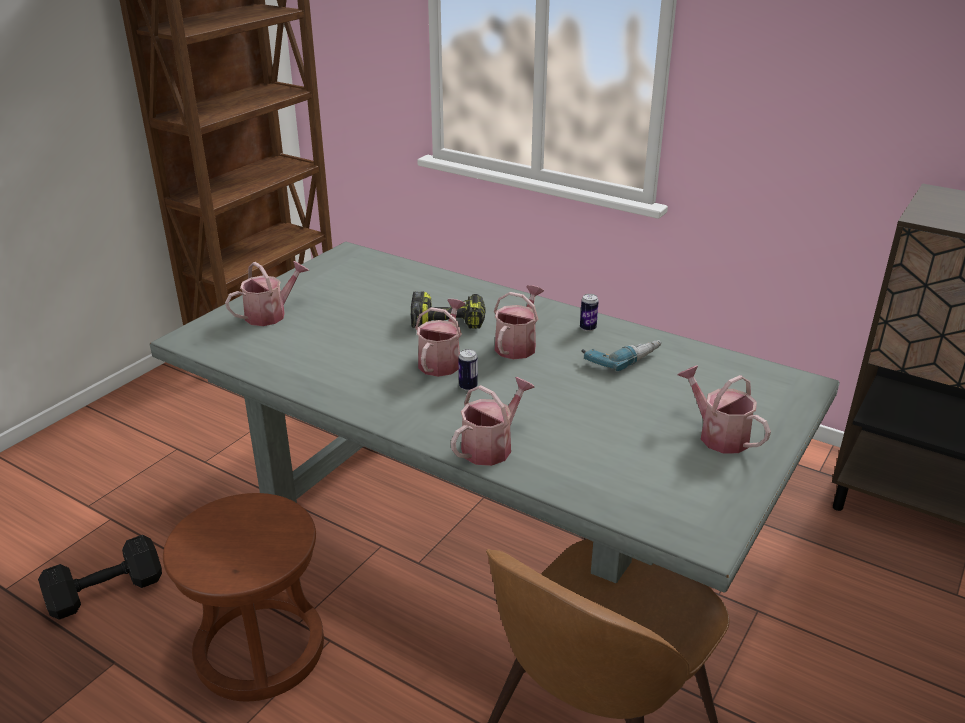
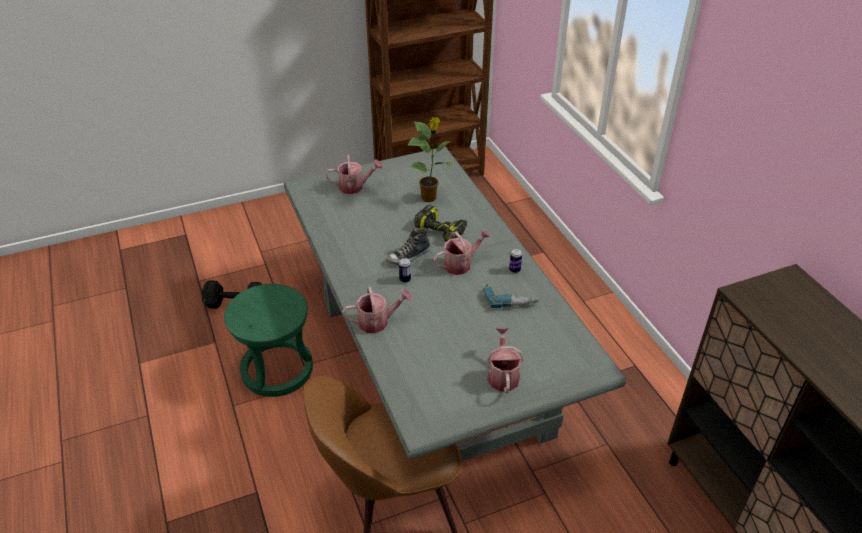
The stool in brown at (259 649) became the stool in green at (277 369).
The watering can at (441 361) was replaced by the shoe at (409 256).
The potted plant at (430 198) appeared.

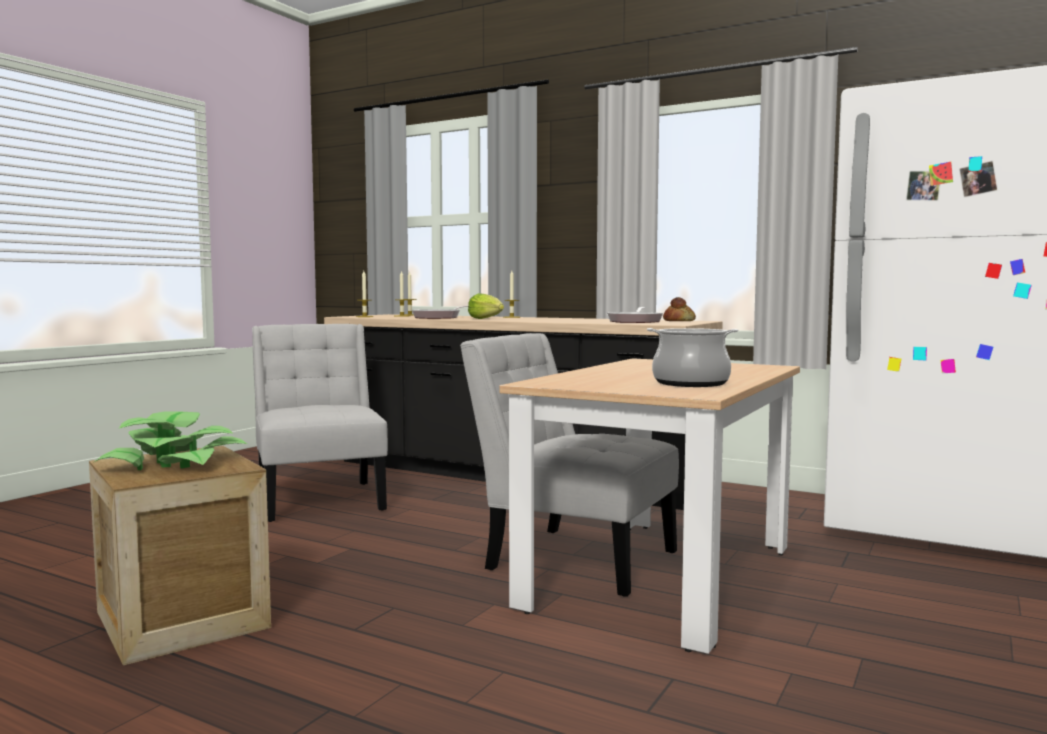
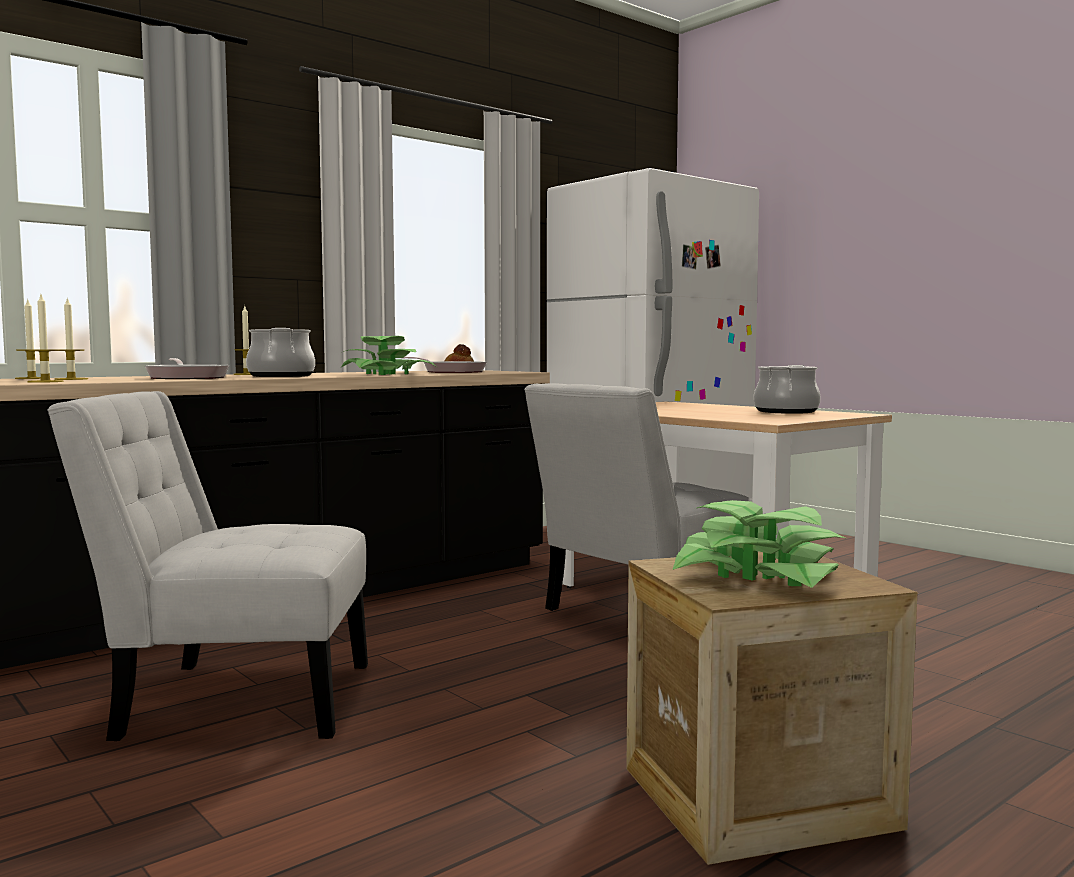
The lettuce at (486 319) was replaced by the cooking pot at (281 376).
The potted plant at (387 374) appeared.

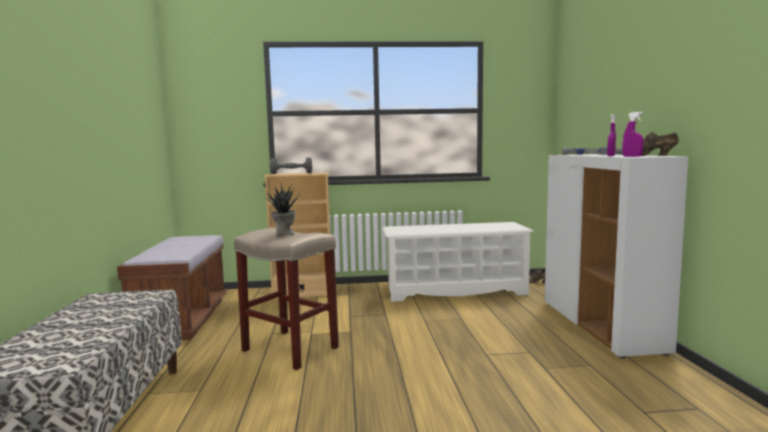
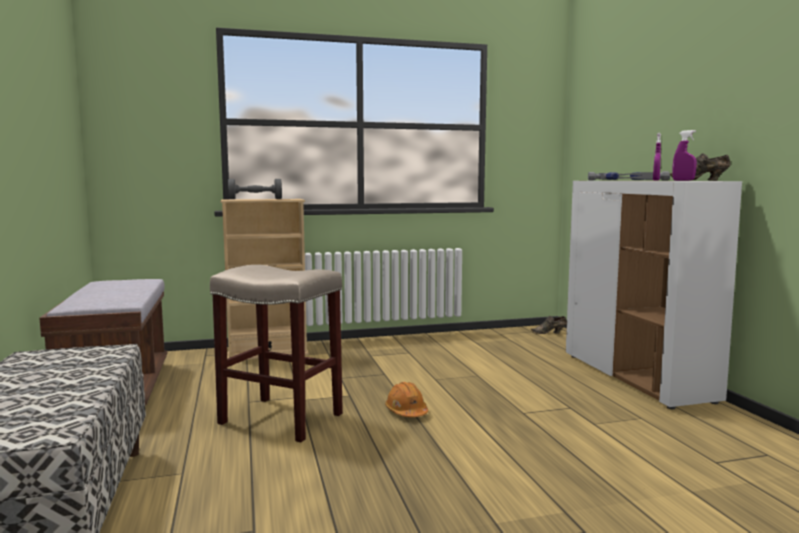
The hard hat in orange at (406 412) appeared.
The potted plant at (284 234) disappeared.
The shoe rack in white at (455 291) disappeared.

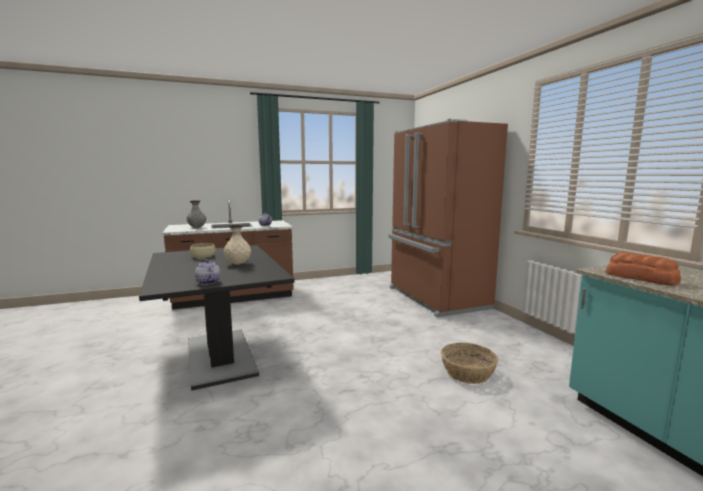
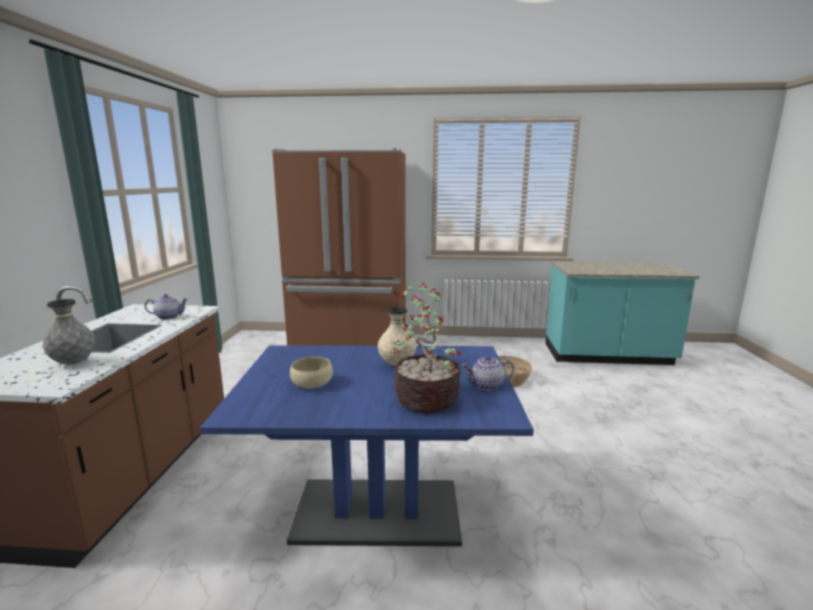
The dining table in black at (220 357) became the dining table in blue at (377 512).
The potted plant at (425 398) appeared.
The bread at (641 278) disappeared.

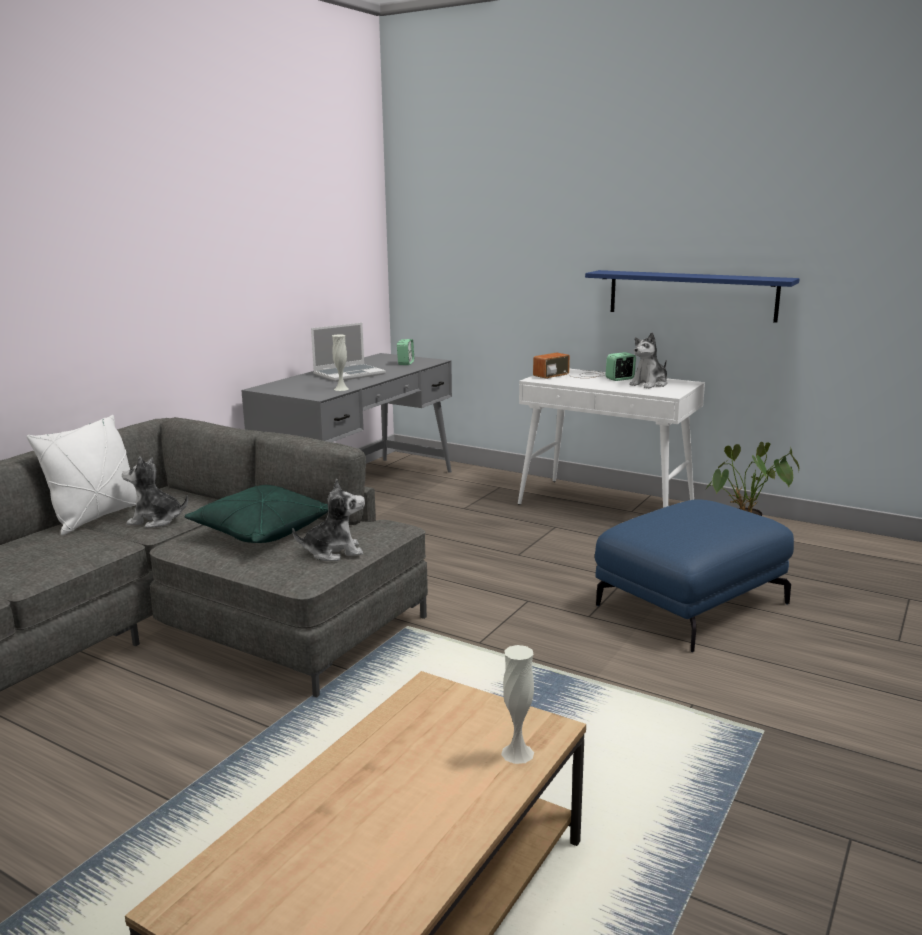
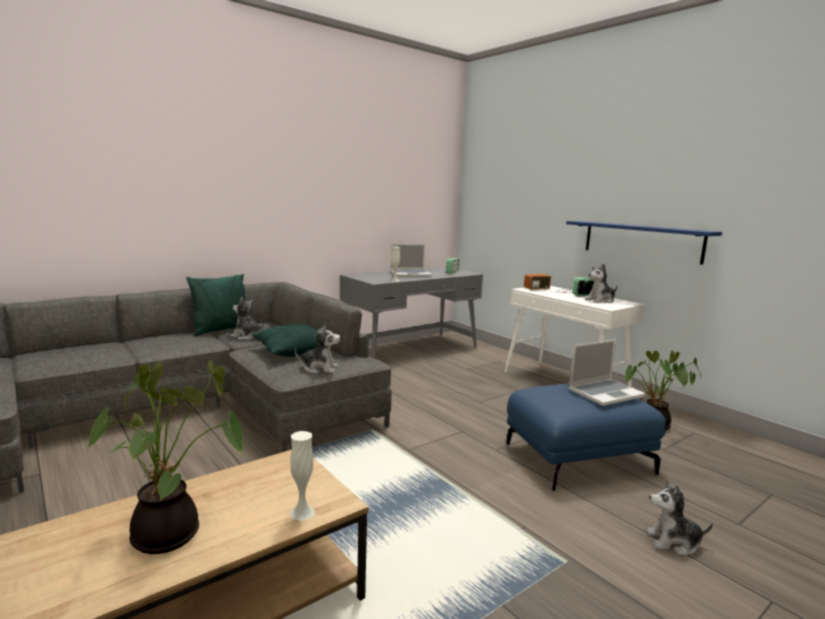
The potted plant at (172 536) appeared.
The pillow in white at (97 517) became the pillow in green at (221 330).
The laptop at (605 393) appeared.
The plush toy at (673 542) appeared.

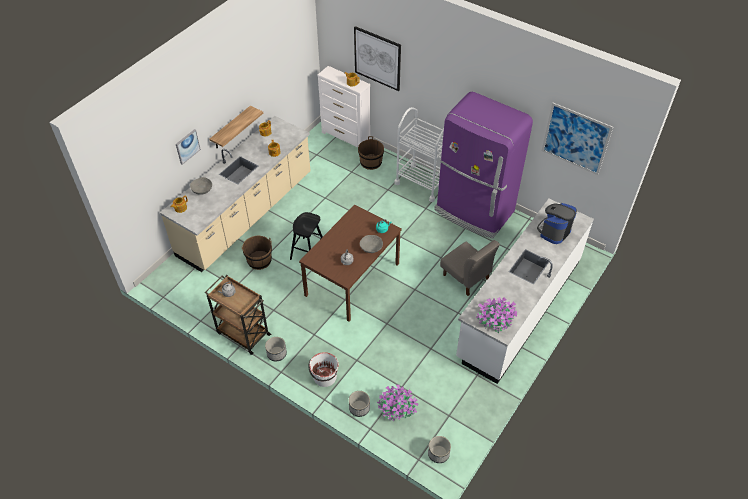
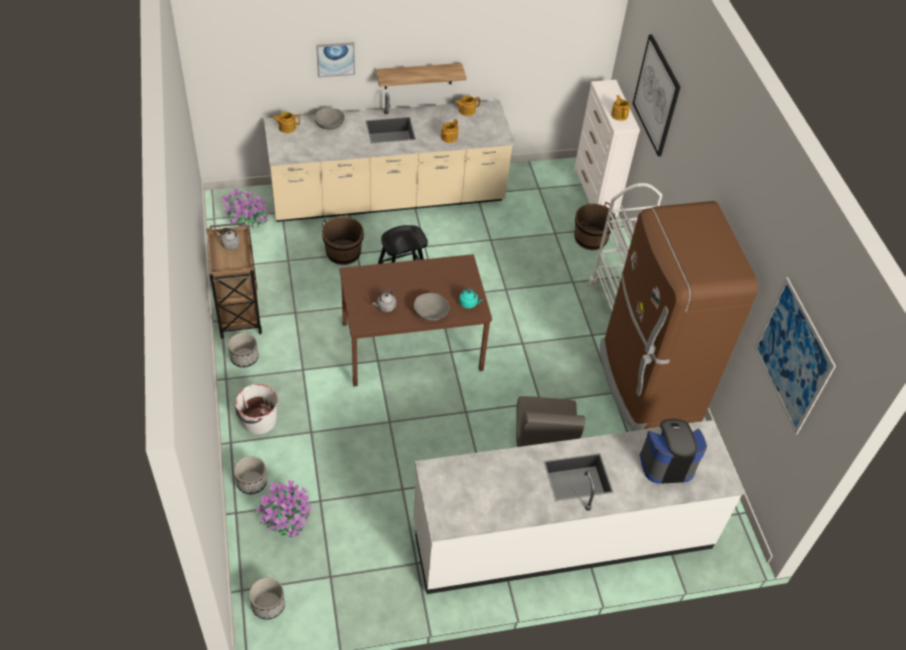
The potted plant moved from (495 321) to (246 220).
The fridge in purple at (474 212) became the fridge in brown at (647 383).

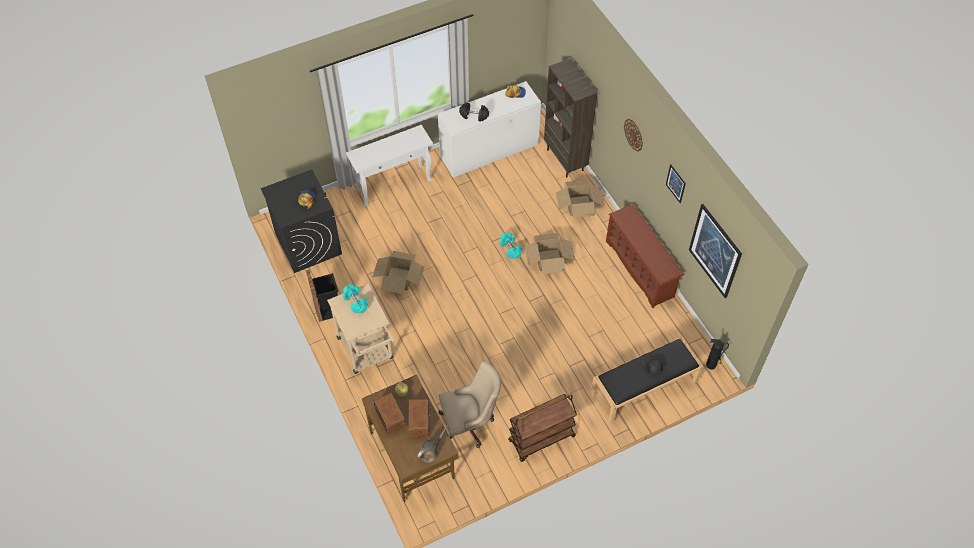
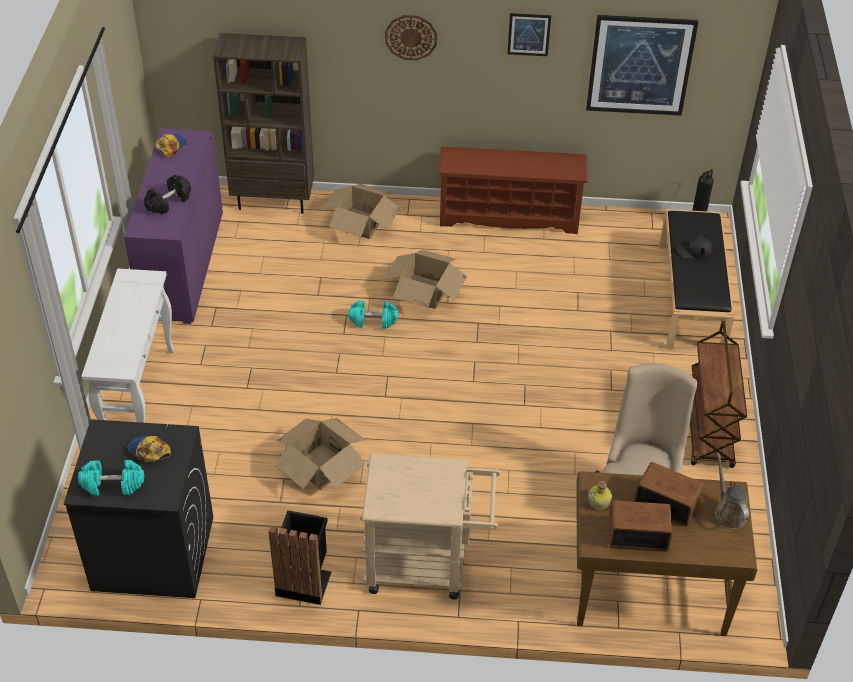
The dumbbell in turquoise moved from (355 302) to (113 485).
The cabinet in white at (489 151) became the cabinet in purple at (183 265).

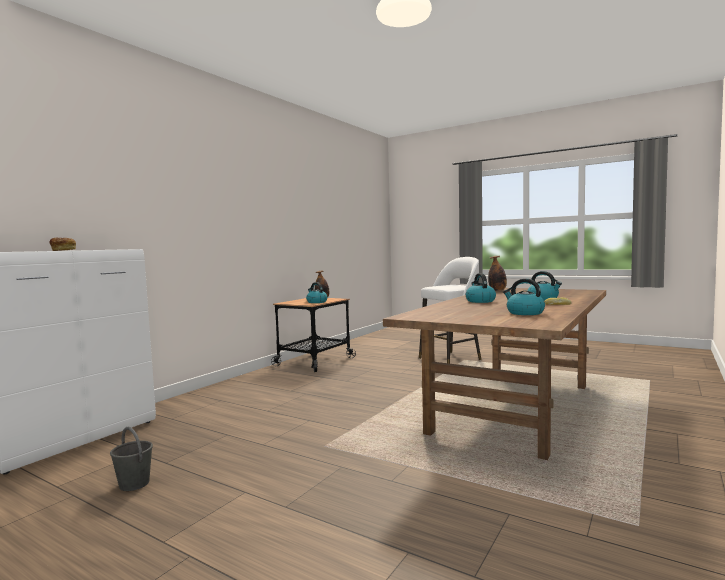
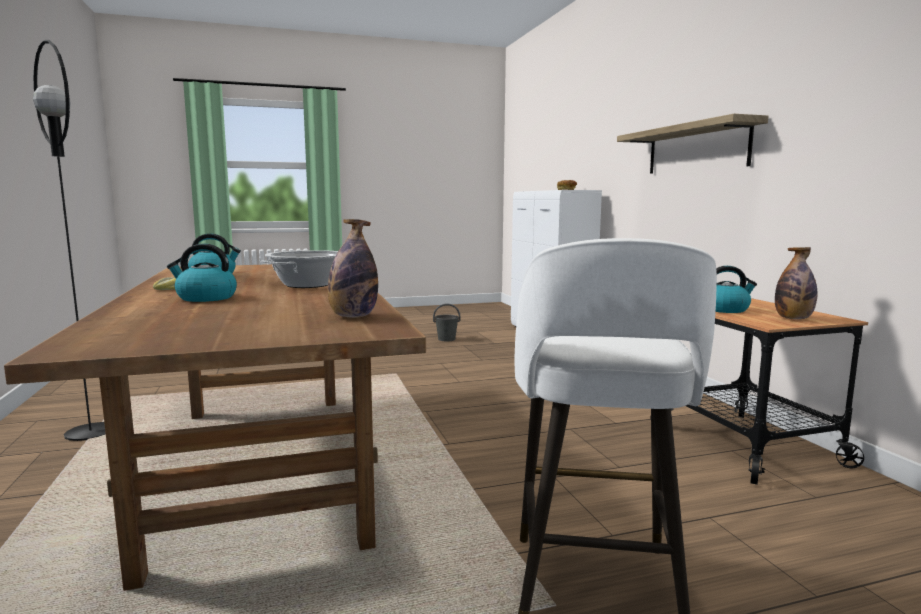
The floor lamp in black at (90 431) appeared.
The kettle at (480 301) was replaced by the cooking pot at (308 285).
The shelf at (696 149) appeared.

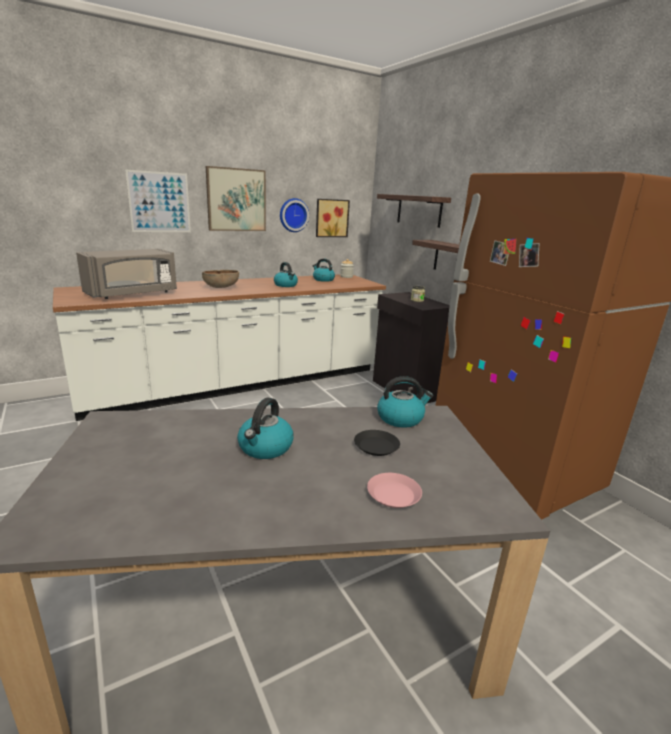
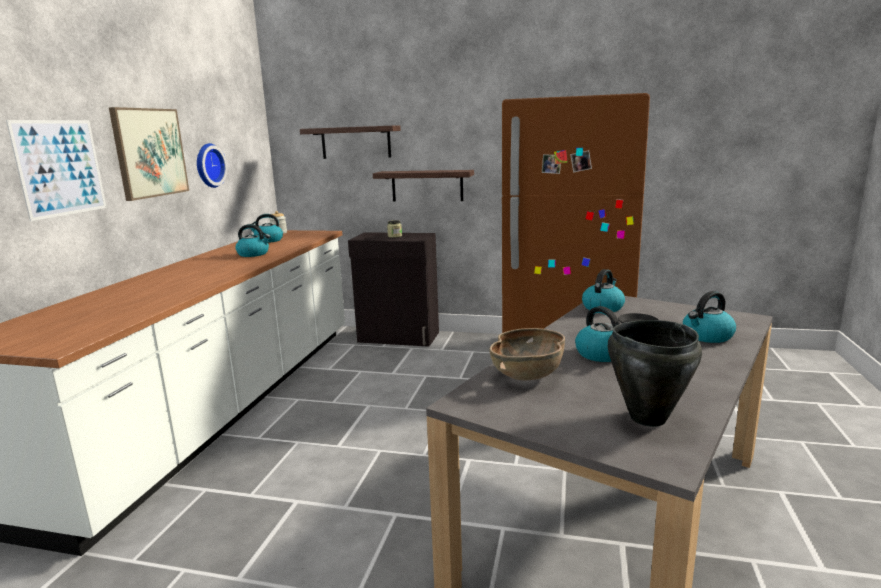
The bowl in brown moved from (221 287) to (528 374).
The cooking pot in black at (647 418) appeared.
The plate in pink at (394 494) was replaced by the kettle at (707 336).
The microwave in grey at (132 294) disappeared.
The picture at (331 218) disappeared.

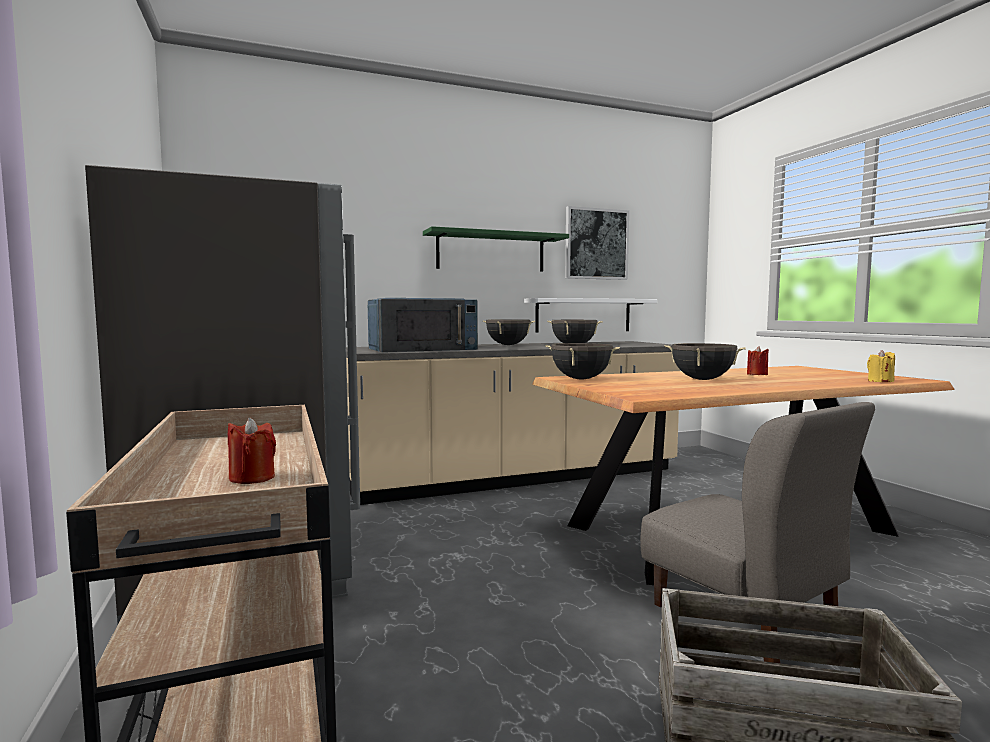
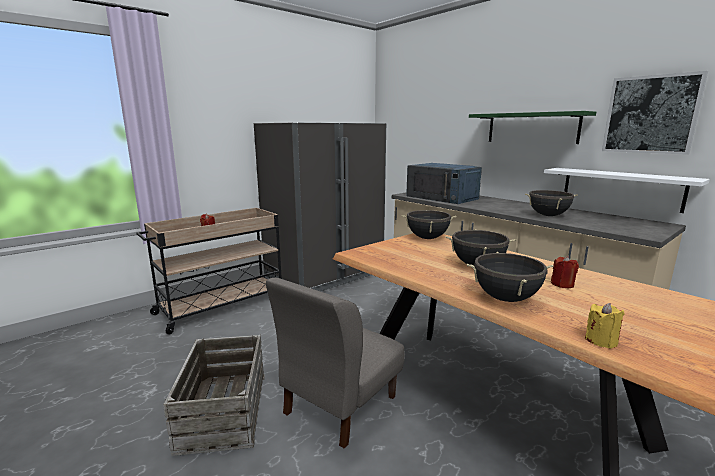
The cooking pot in black moved from (508 345) to (506 298).

